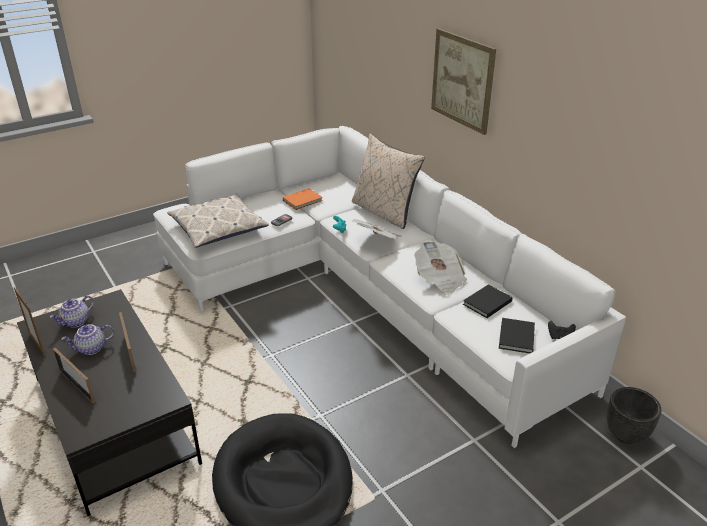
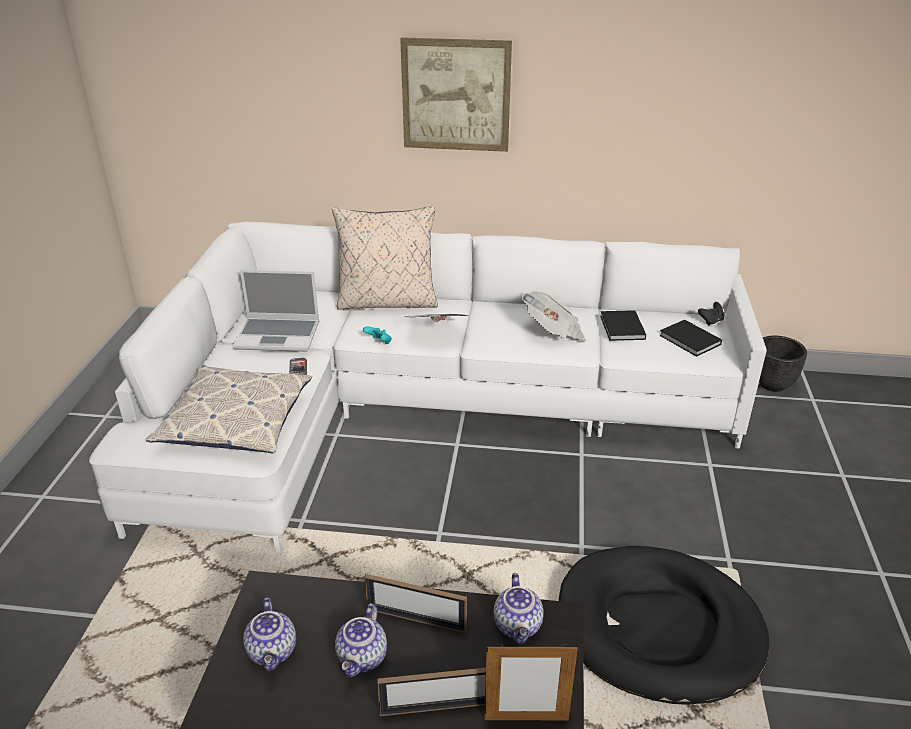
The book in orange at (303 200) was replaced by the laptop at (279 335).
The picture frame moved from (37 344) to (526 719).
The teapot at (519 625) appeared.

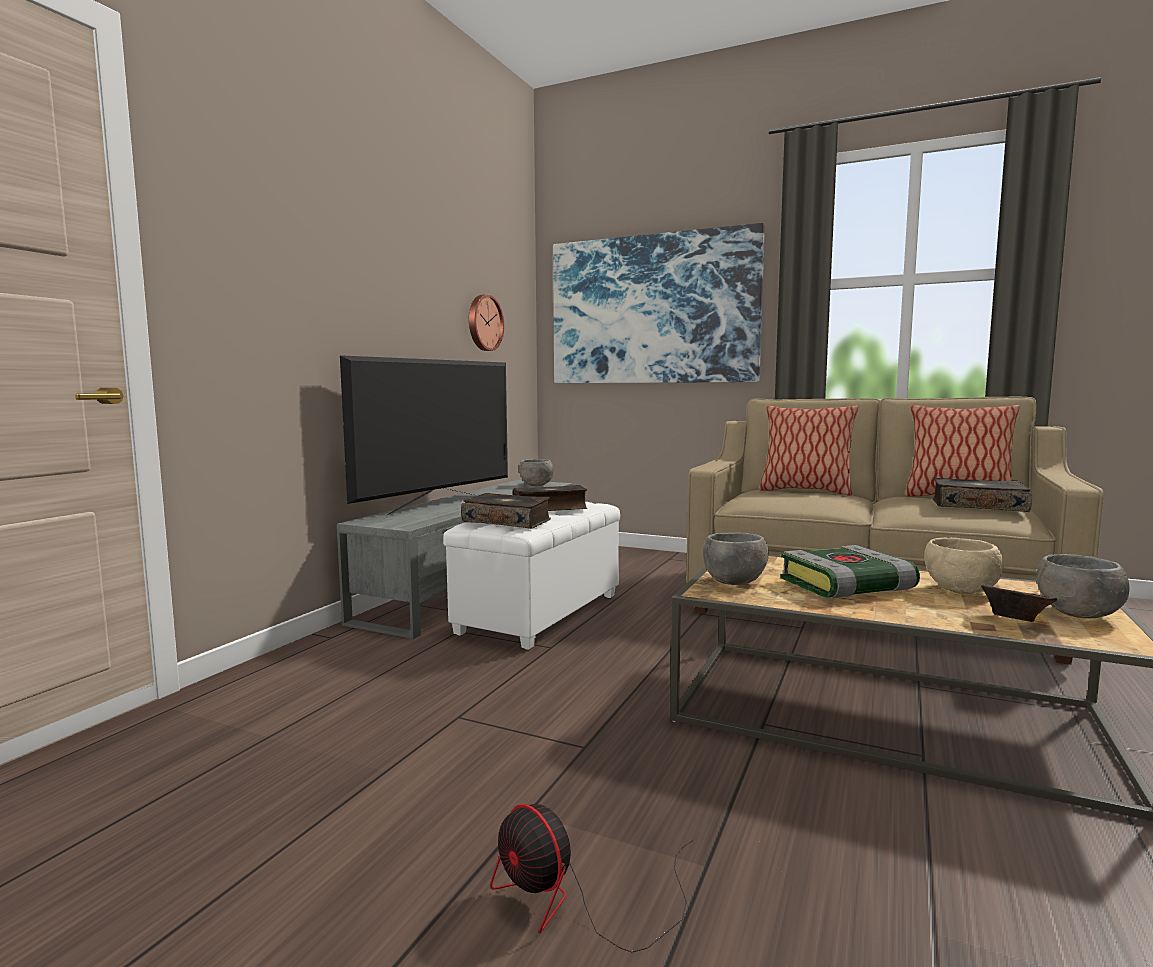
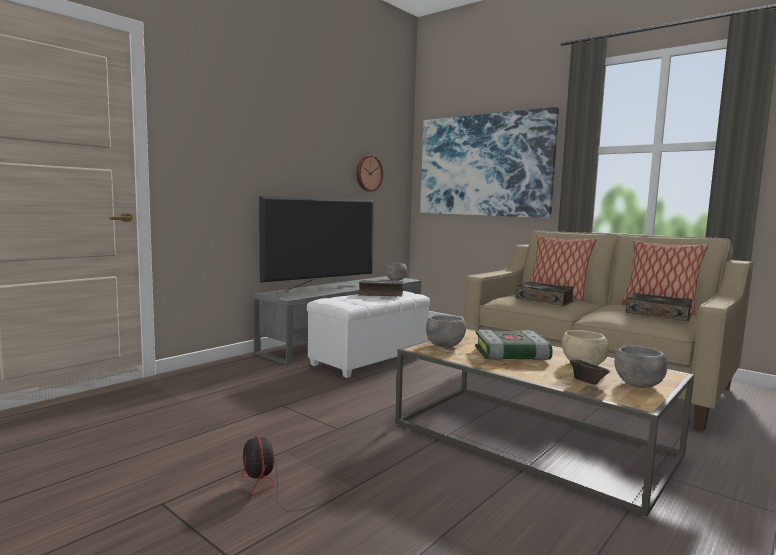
The book moved from (507 521) to (544 300).

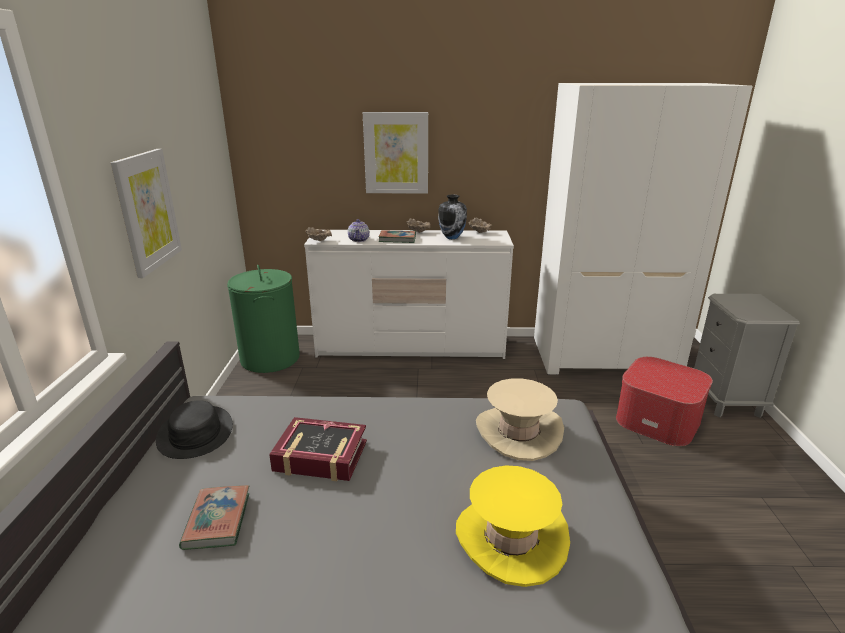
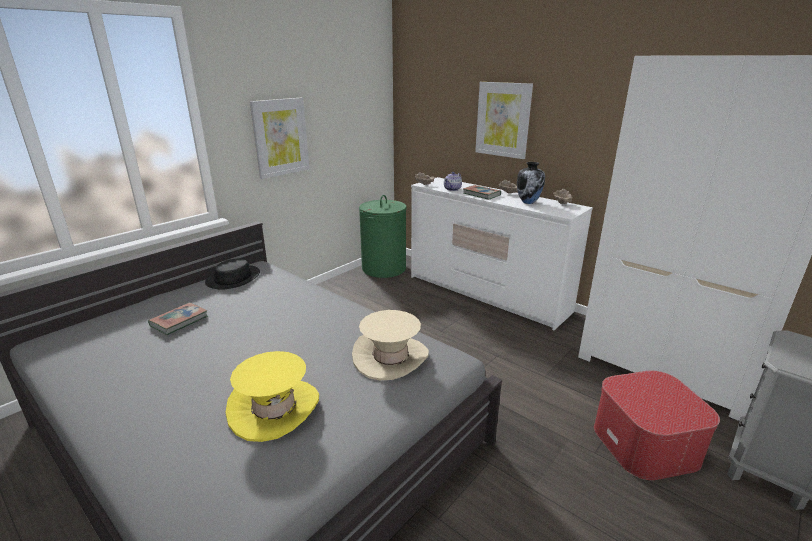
The book at (320 456) disappeared.

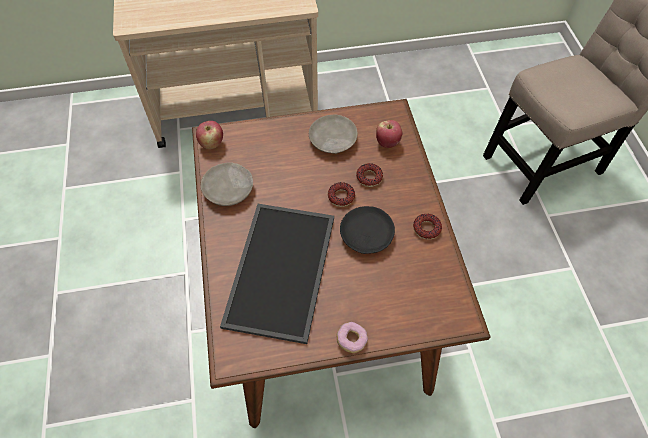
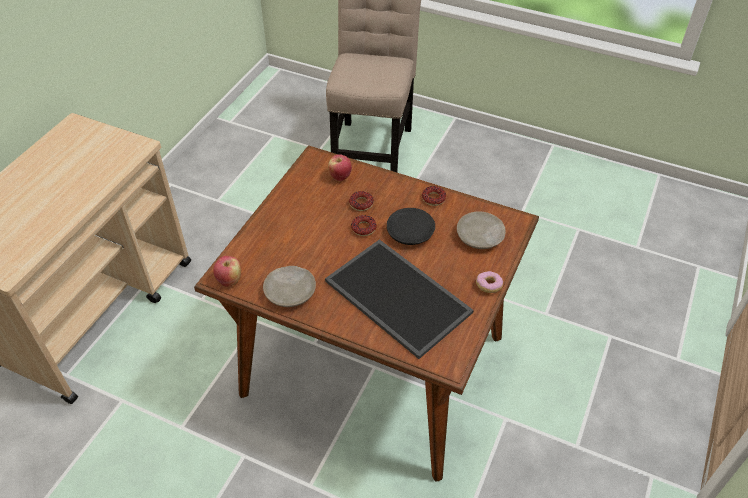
The plate in beige moved from (332 140) to (480 236).

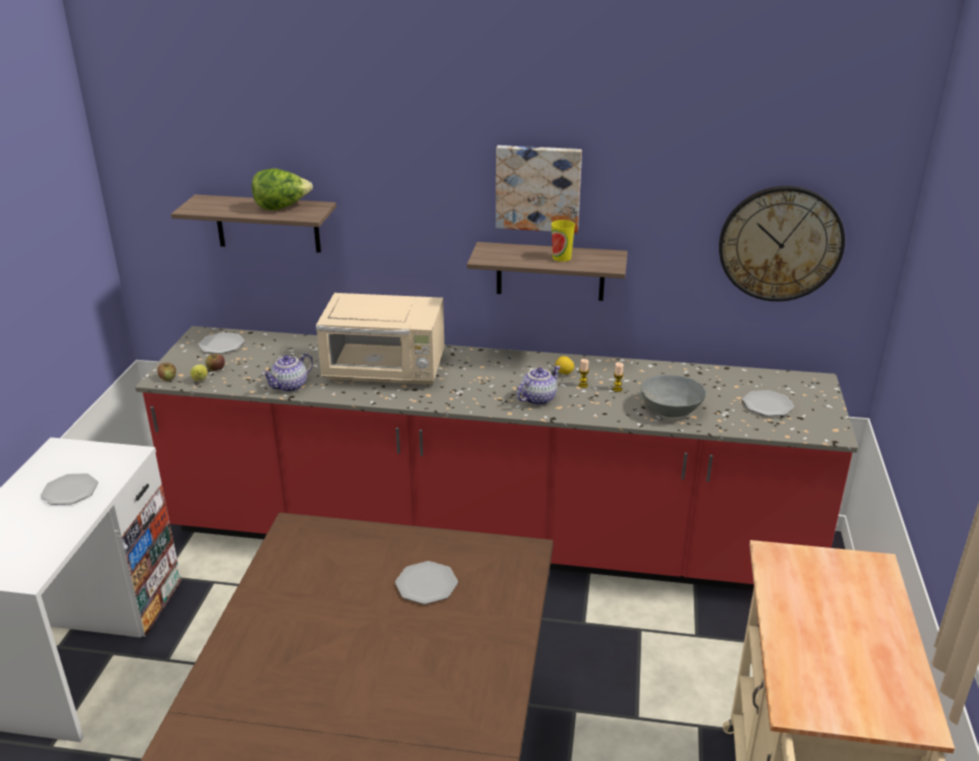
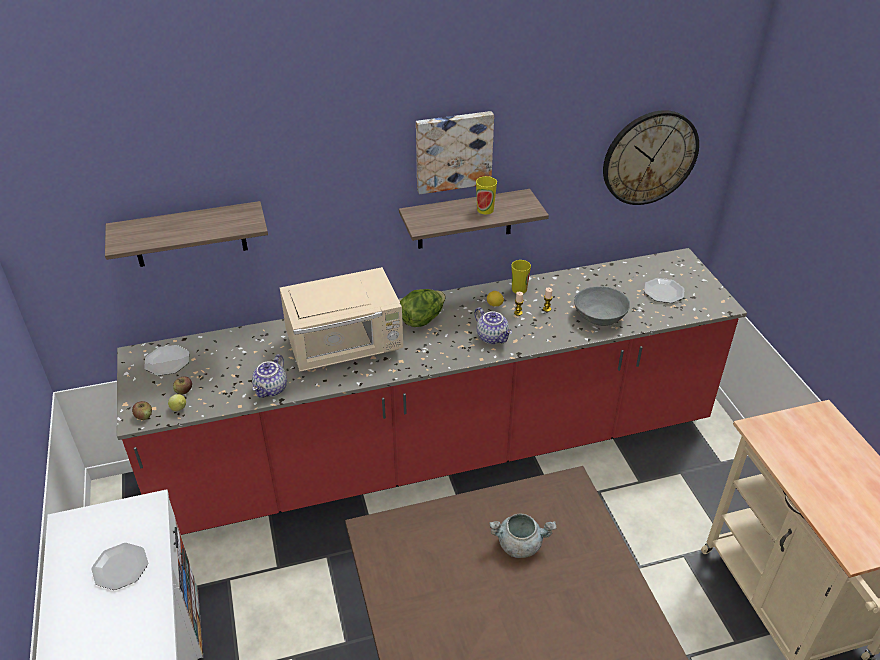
The lettuce moved from (281 207) to (422 319).
The teapot at (537 398) turned 120 degrees clockwise.
The plate at (427 584) was replaced by the cooking pot in grey at (520 544).
The cup at (519 289) appeared.

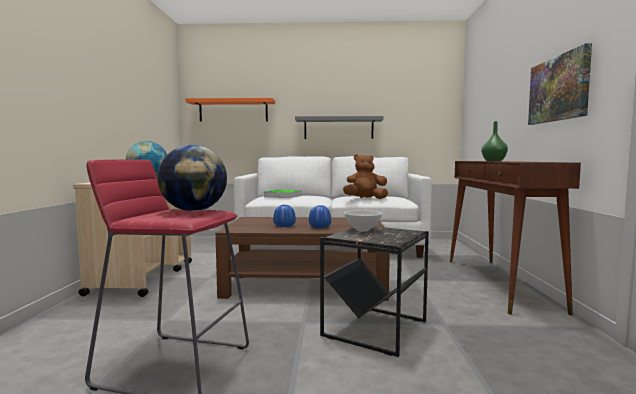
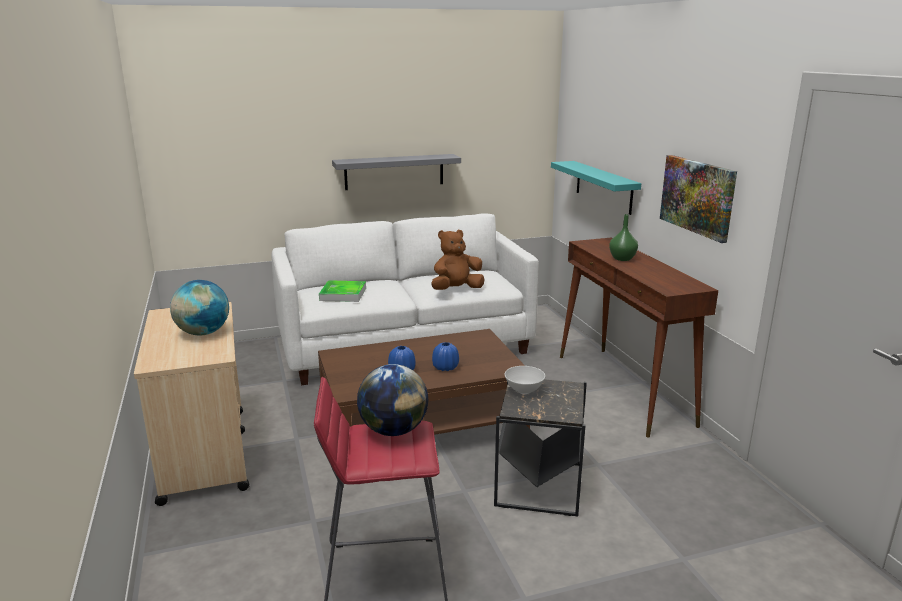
The shelf in turquoise at (603 187) appeared.
The shelf in orange at (233 111) disappeared.

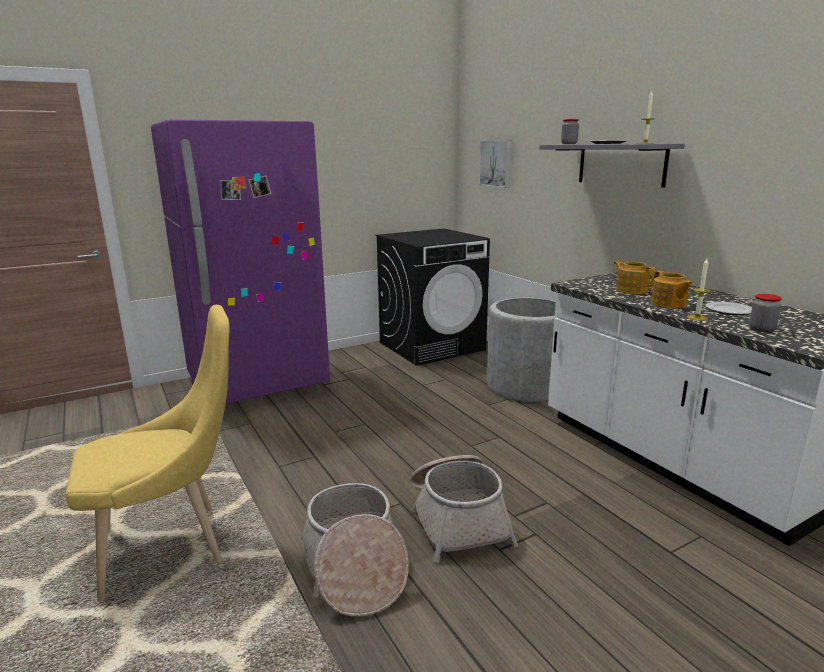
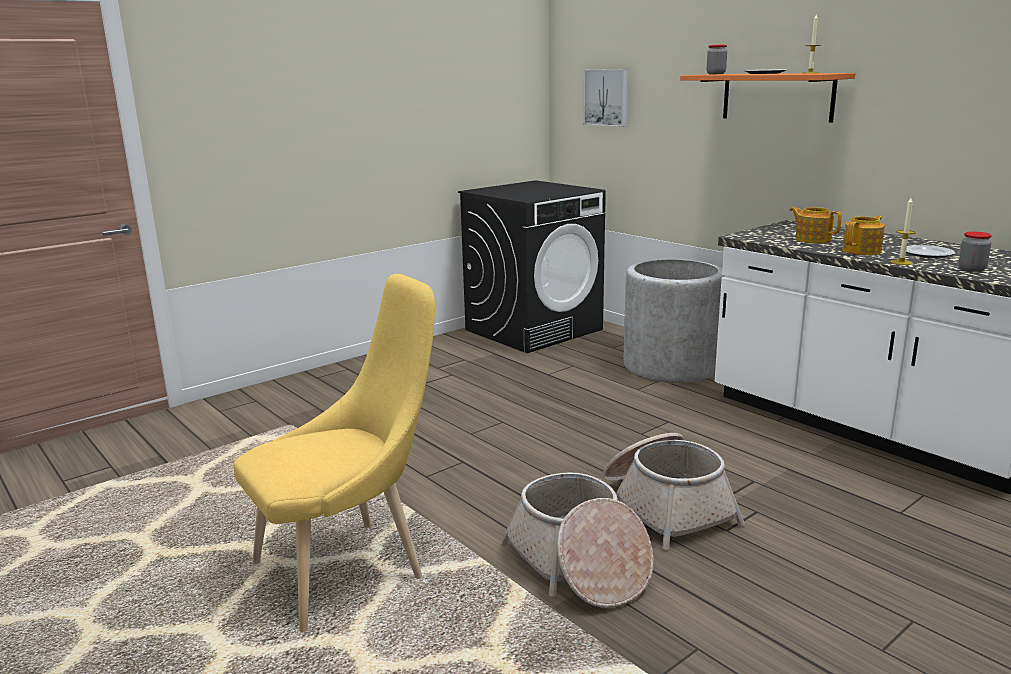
The shelf in grey at (621 164) became the shelf in orange at (777 97).
The teapot at (668 304) turned 105 degrees counterclockwise.
The fridge in purple at (258 382) disappeared.

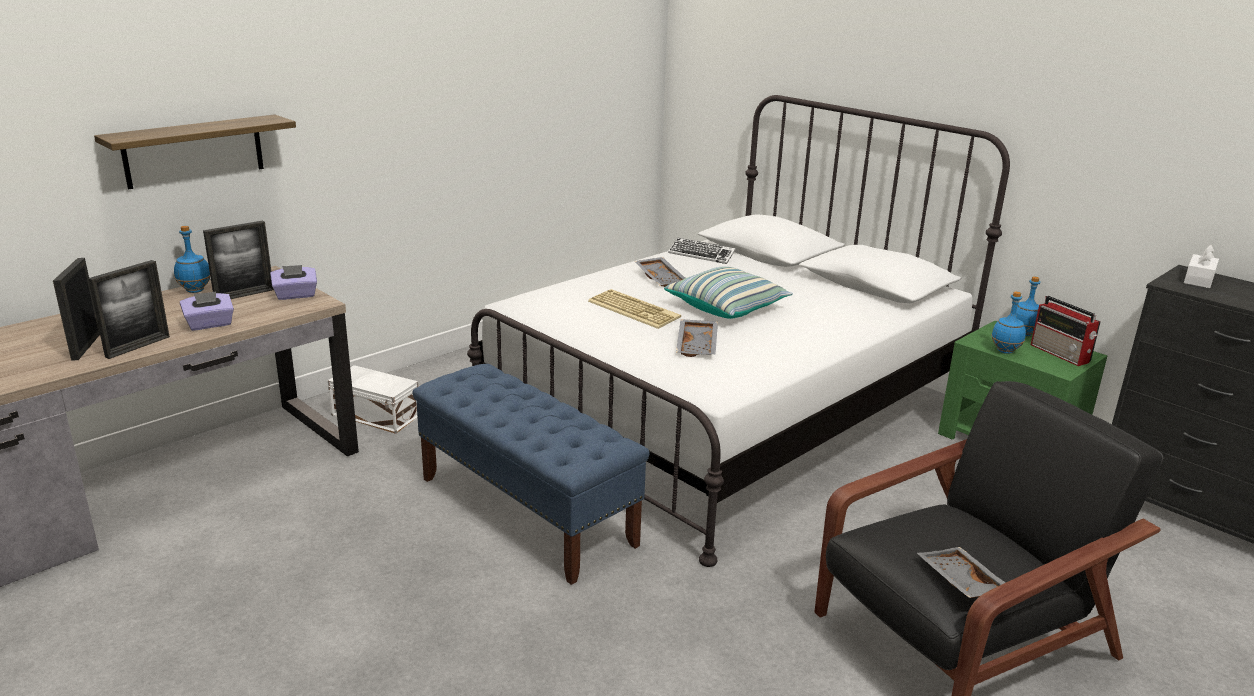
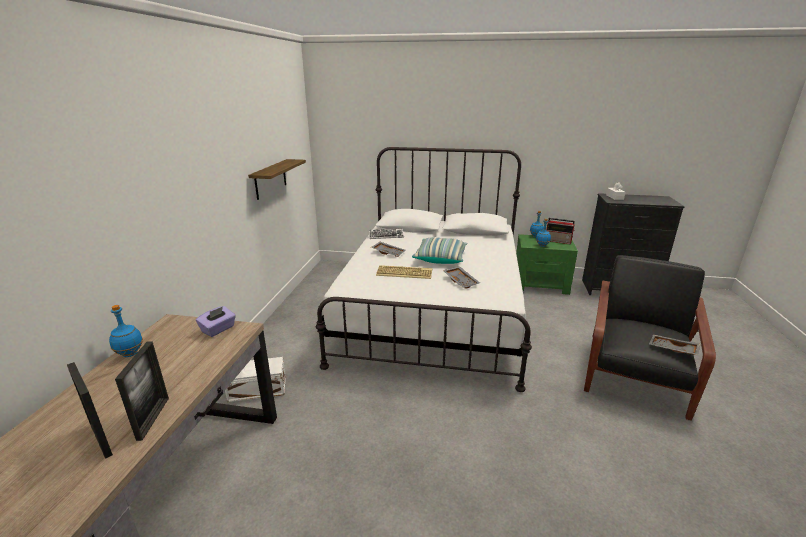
The shelf moved from (194 151) to (270 179).
The tissue box in purple at (210 324) disappeared.
The picture frame at (244 295) disappeared.
The bench in blue at (527 511) disappeared.

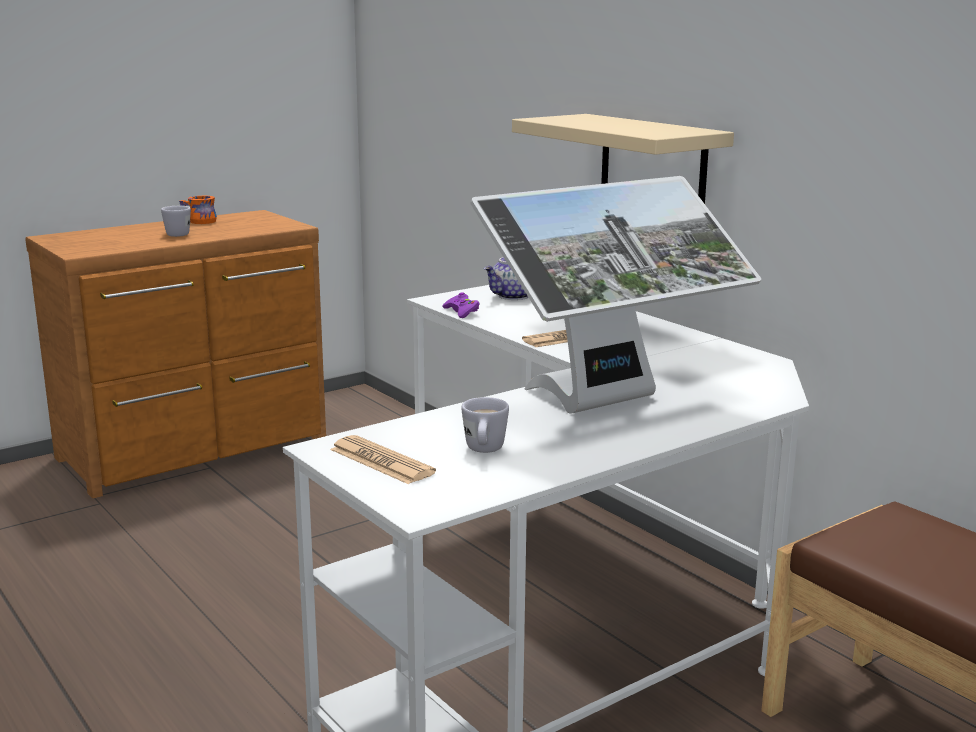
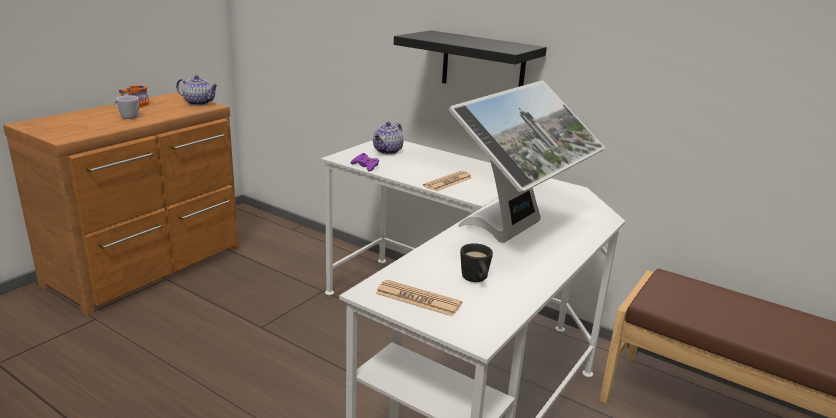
The teapot at (199 103) appeared.
The shelf in beige at (653 163) became the shelf in black at (483 64).
The mug in white at (484 451) became the mug in black at (476 280).

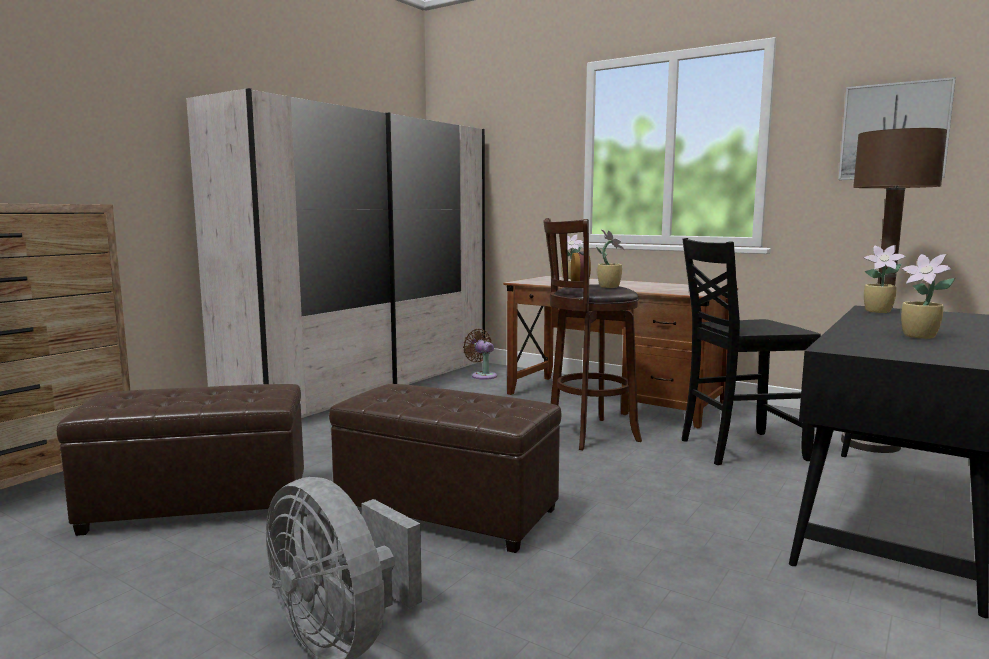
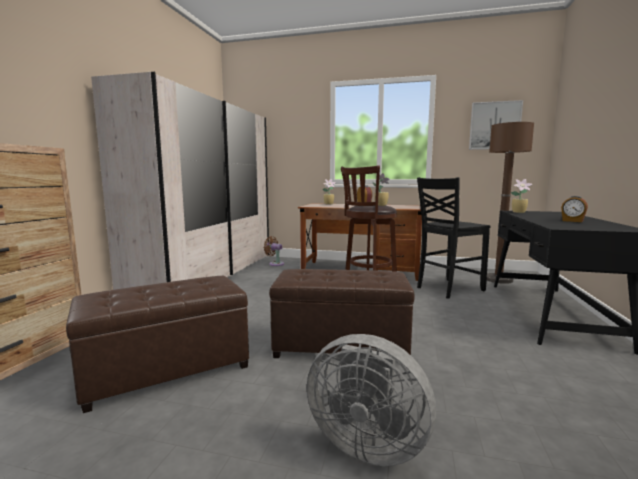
The potted plant at (920 337) was replaced by the alarm clock at (572 221).

